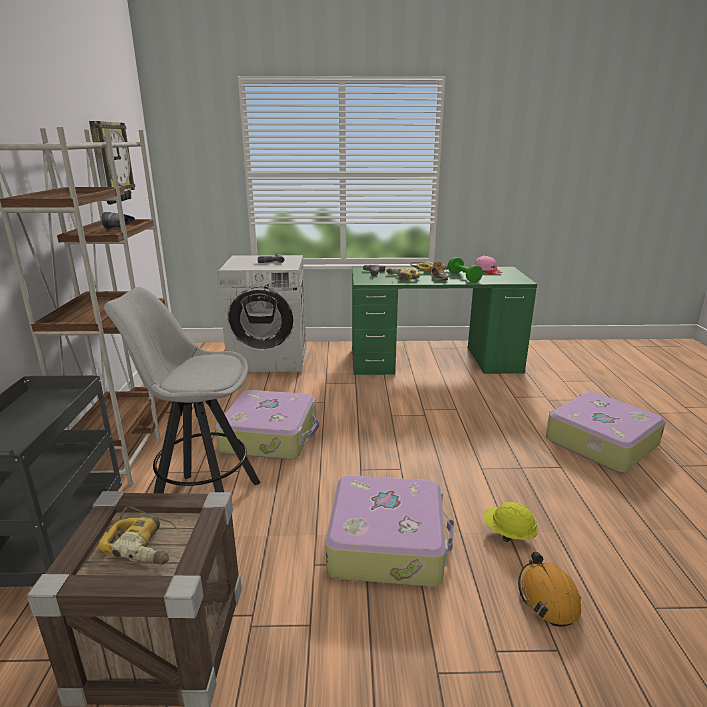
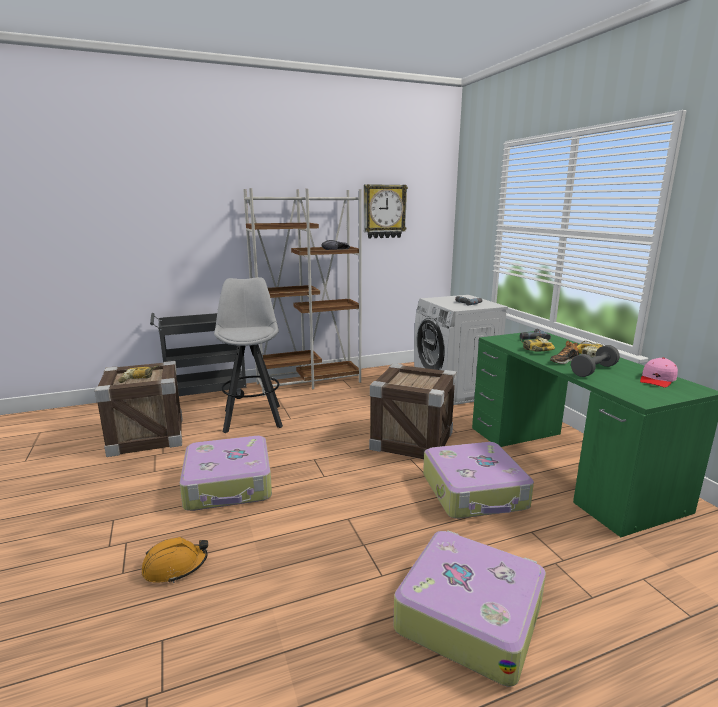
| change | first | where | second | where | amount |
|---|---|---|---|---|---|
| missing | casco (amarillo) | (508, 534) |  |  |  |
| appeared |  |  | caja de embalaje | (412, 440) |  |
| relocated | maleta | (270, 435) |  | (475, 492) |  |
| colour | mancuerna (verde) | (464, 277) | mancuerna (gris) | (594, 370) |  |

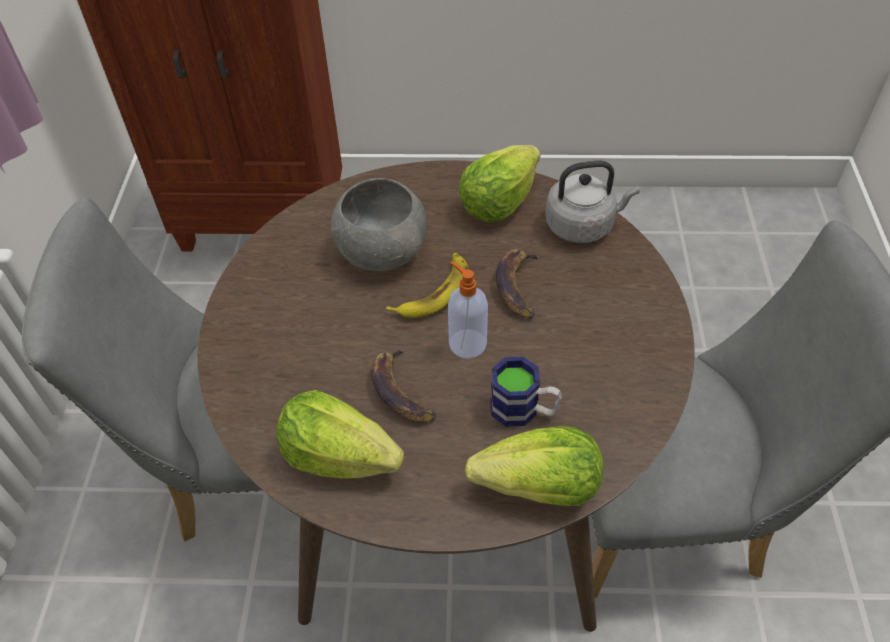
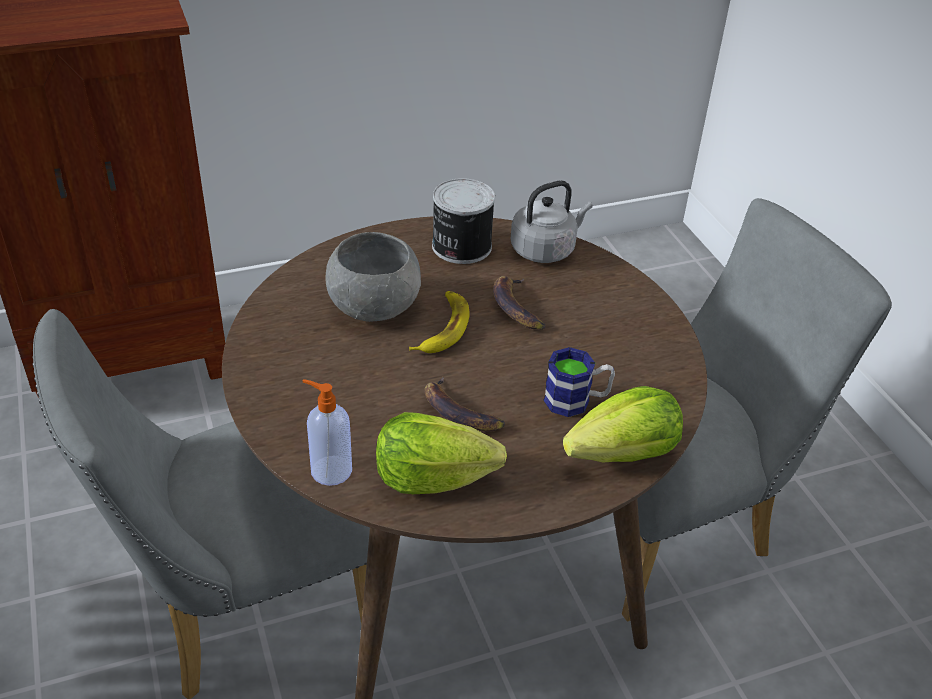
| change | first | where | second | where | amount |
|---|---|---|---|---|---|
| relocated | dispensador de jabón | (466, 343) |  | (330, 470) |  |
| exchanged | lechuga | (498, 203) | lata | (460, 246) |  |

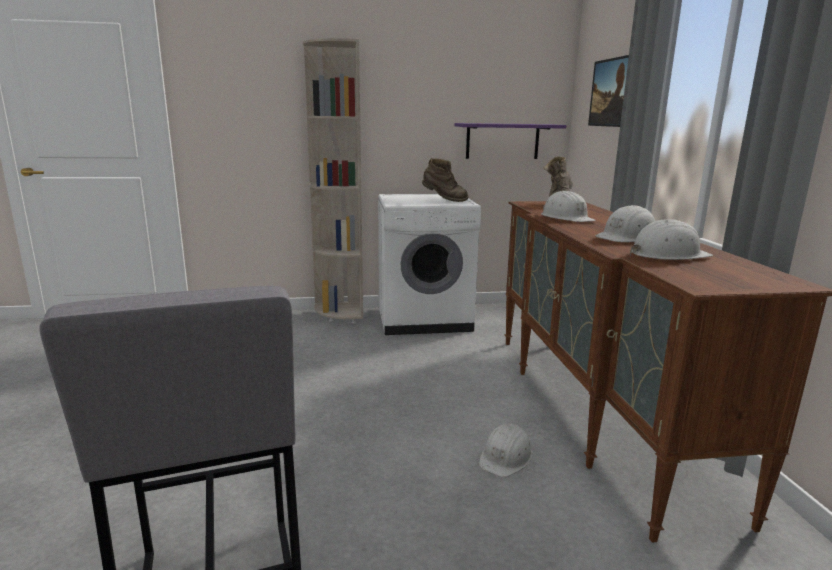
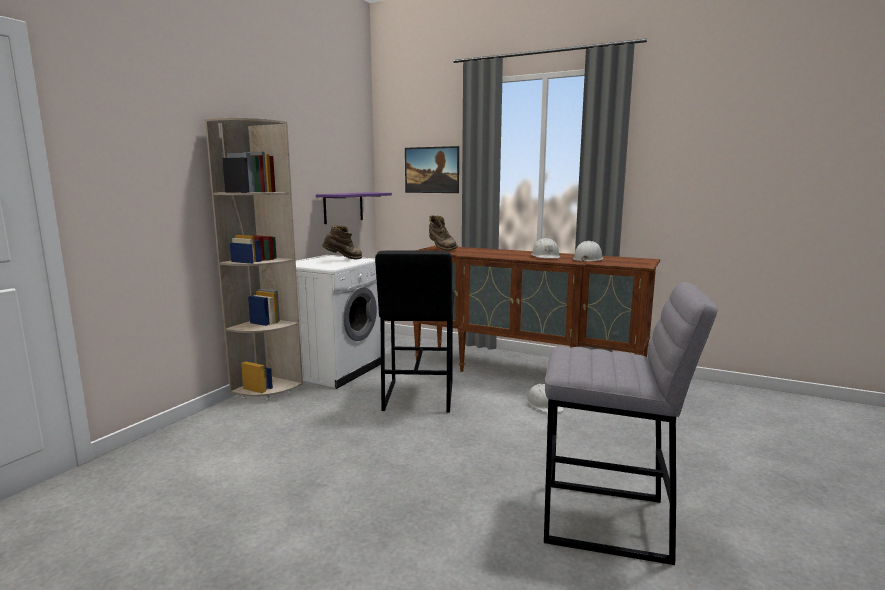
| change | first | where | second | where | amount |
|---|---|---|---|---|---|
| missing | casco (blanco) | (566, 218) |  |  |  |
| appeared |  |  | taburete (negro) | (418, 397) |  |

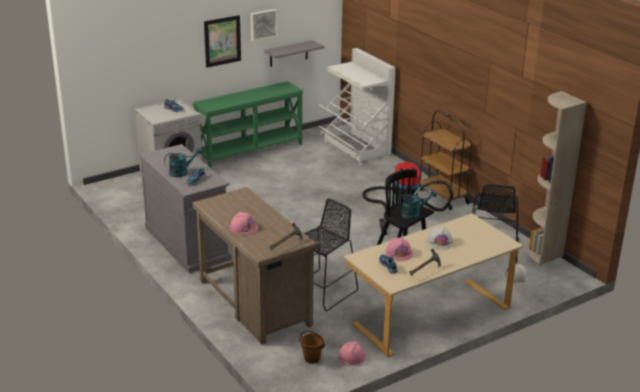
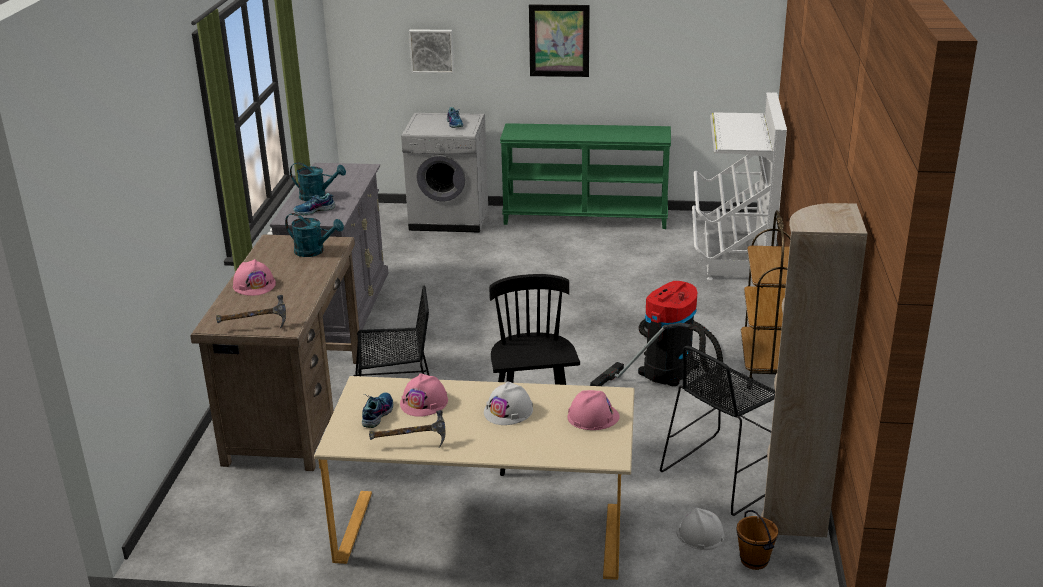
| change | first | where | second | where | amount |
|---|---|---|---|---|---|
| missing | estante (gris) | (288, 53) |  |  |  |
| relocated | cuadro | (263, 24) |  | (432, 50) |  |
| relocated | cubo (marrón) | (311, 359) |  | (753, 561) |  |
| relocated | casco (rosa) | (352, 356) |  | (593, 416) |  |
| relocated | regadera (turquesa) | (414, 214) |  | (314, 251) |  |

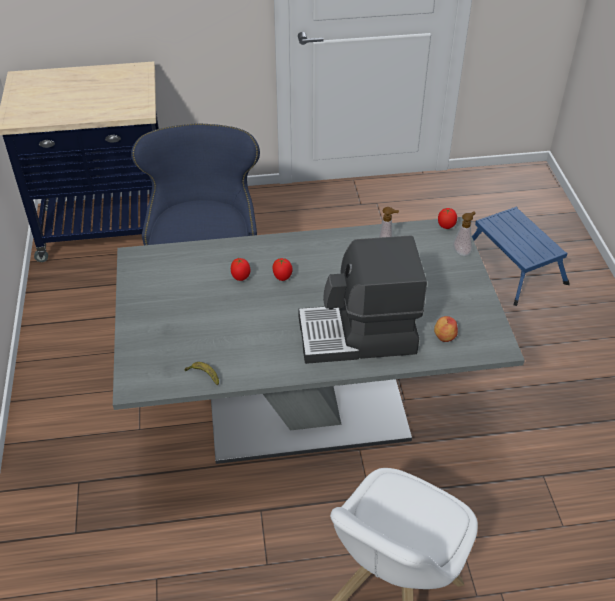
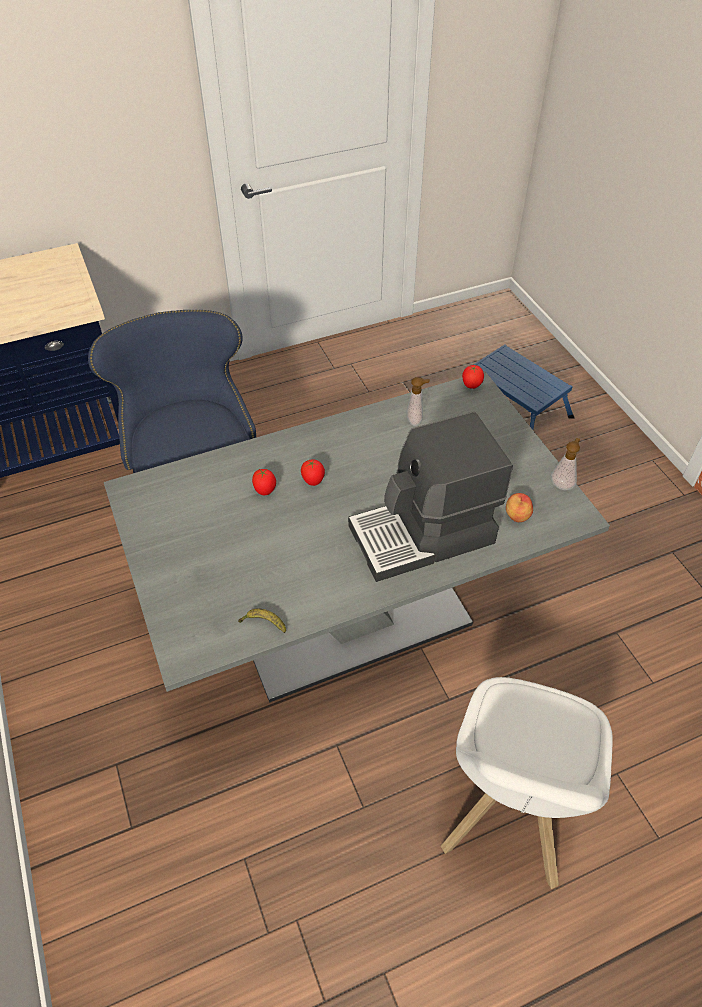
| change | first | where | second | where | amount |
|---|---|---|---|---|---|
| relocated | dispensador de jabón | (462, 252) |  | (562, 484) |  |

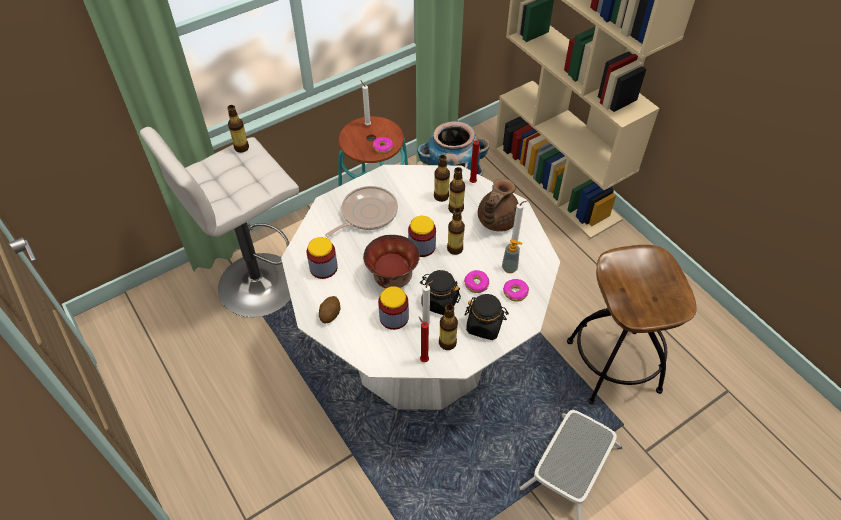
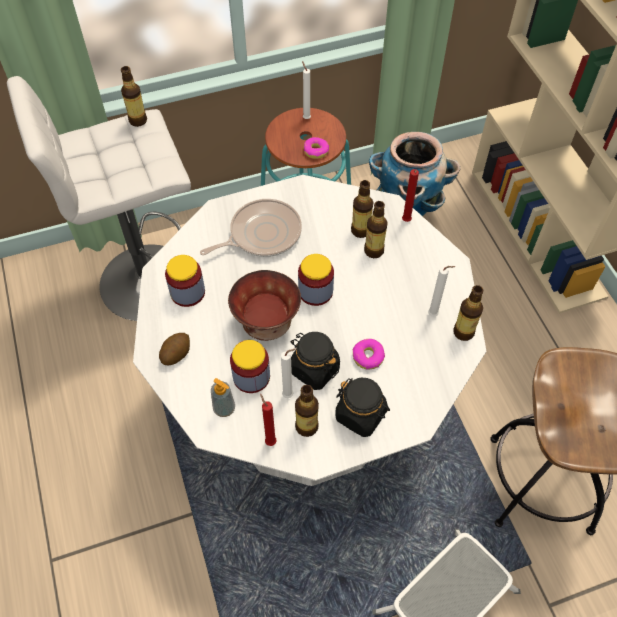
| change | first | where | second | where | amount |
|---|---|---|---|---|---|
| missing | tetera (marrón) | (496, 221) |  |  |  |
| missing | rosquilla | (515, 292) |  |  |  |
| relocated | botella | (455, 249) |  | (463, 332) |  |
| relocated | dispensador de jabón | (509, 268) |  | (224, 408) |  |

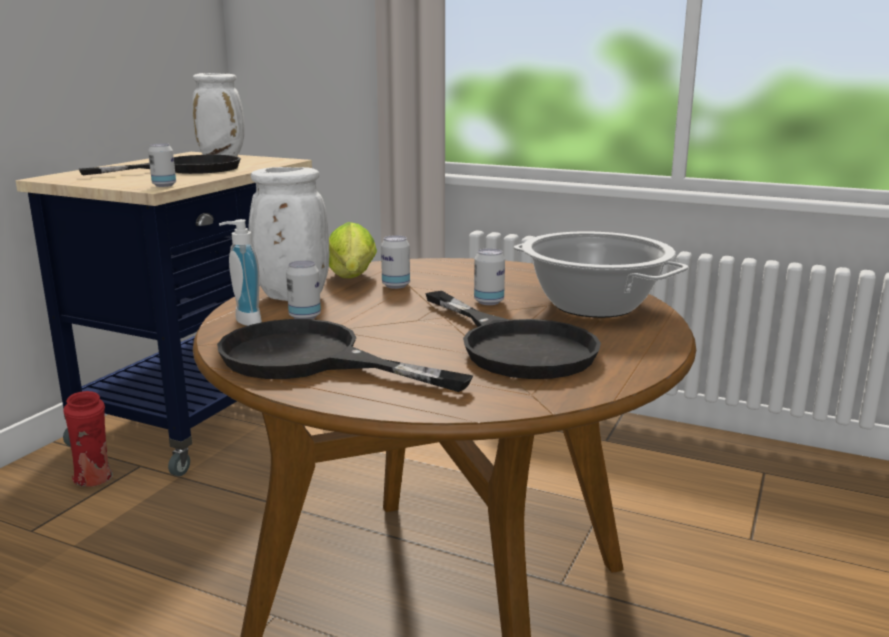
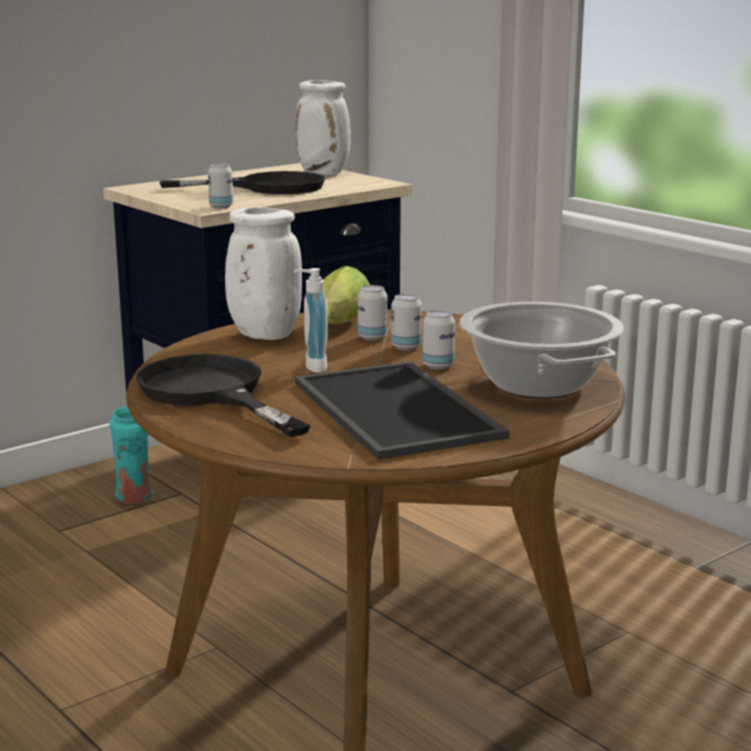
| change | first | where | second | where | amount |
|---|---|---|---|---|---|
| relocated | dispensador de jabón | (243, 322) |  | (311, 367) |  |
| relocated | lata | (305, 317) |  | (406, 347) |  |
| exchanged | sartén (negro) | (515, 346) | bandeja | (400, 410) |  |
| colour | florero (rojo) | (95, 480) | florero (turquesa) | (134, 498) |  |

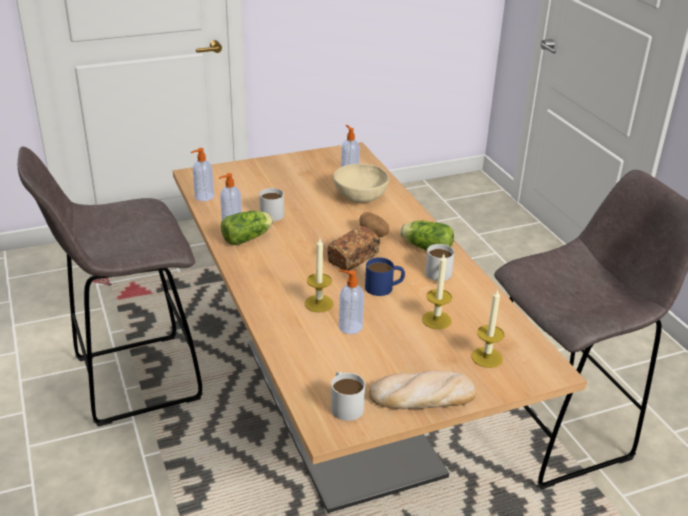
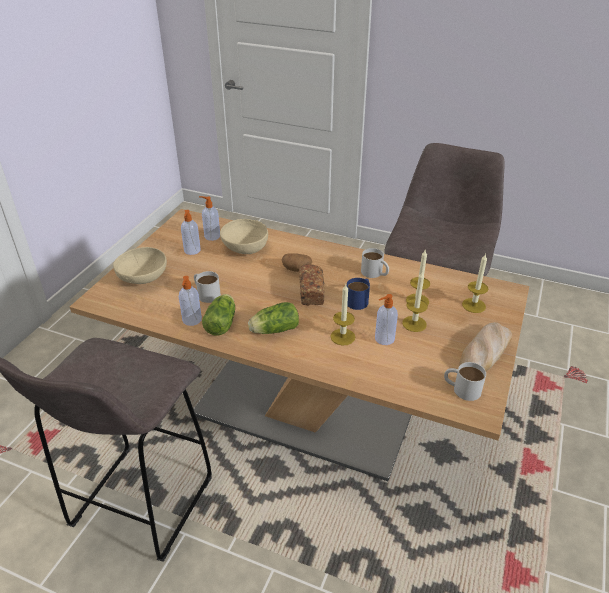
| change | first | where | second | where | amount |
|---|---|---|---|---|---|
| appeared |  |  | cuenco (beis) | (143, 279) |  |
| appeared |  |  | vela | (414, 324) |  |
| relocated | dispensador de jabón | (203, 197) |  | (192, 251) |  |
| relocated | lechuga | (425, 247) |  | (273, 330) |  |

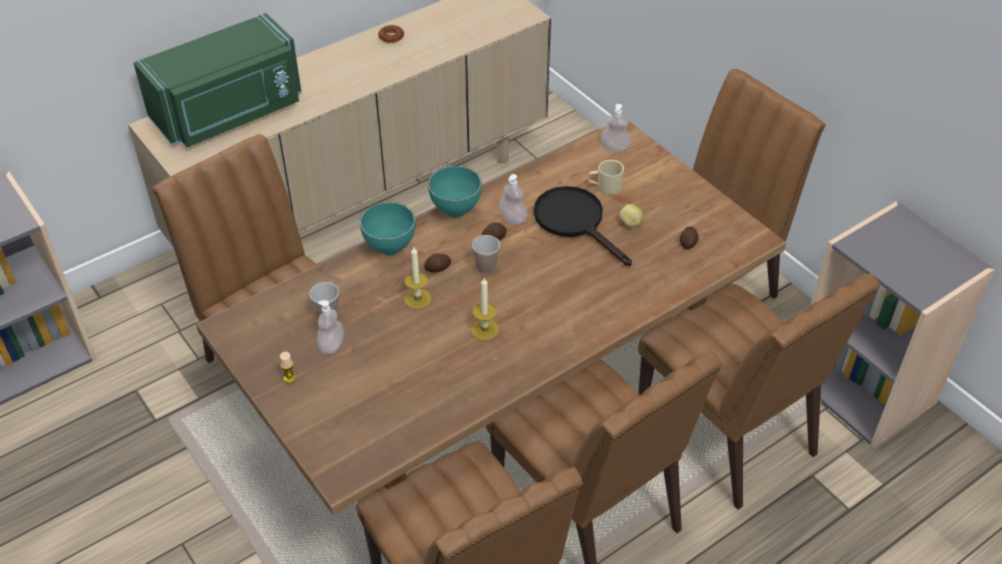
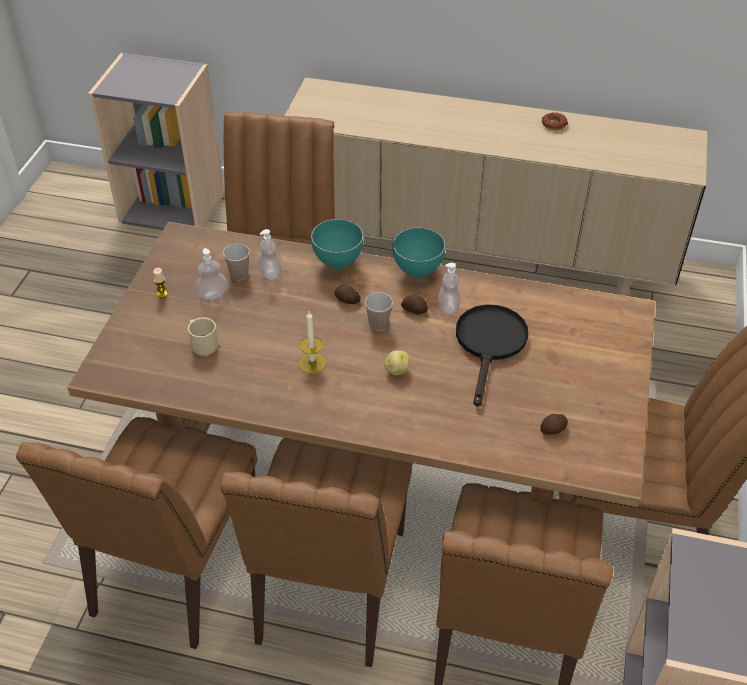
| change | first | where | second | where | amount |
|---|---|---|---|---|---|
| missing | microondas (verde) | (230, 113) |  |  |  |
| missing | vela | (417, 299) |  |  |  |
| relocated | taza grande (beis) | (605, 186) |  | (202, 343) |  |
| relocated | dispensador de jabón | (614, 148) |  | (270, 274) |  |
| relocated | patata | (630, 223) |  | (396, 370) |  |

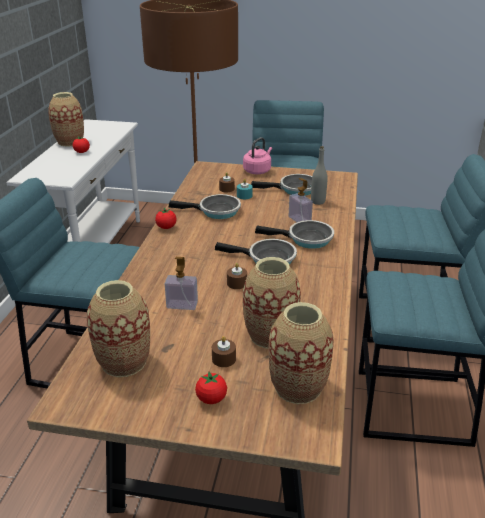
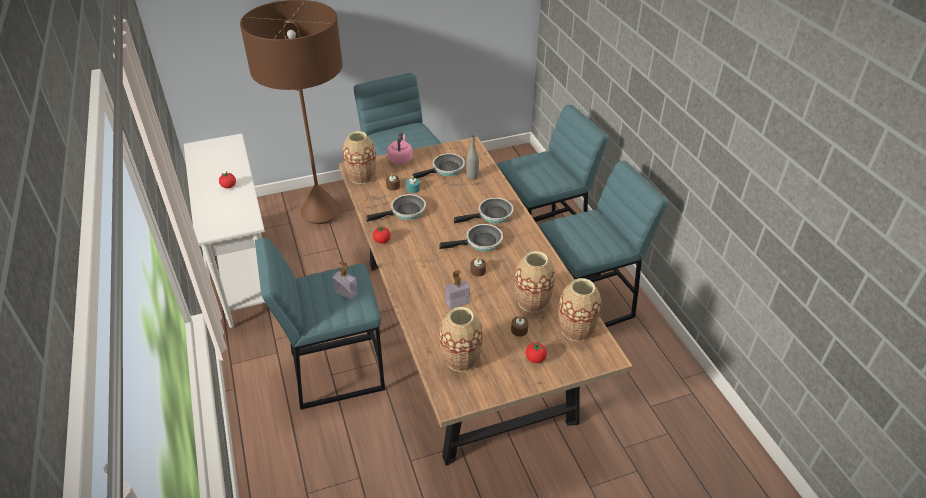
| change | first | where | second | where | amount |
|---|---|---|---|---|---|
| relocated | florero | (70, 142) |  | (361, 176) |  |
| relocated | dispensador de jabón | (299, 220) |  | (346, 293) |  |

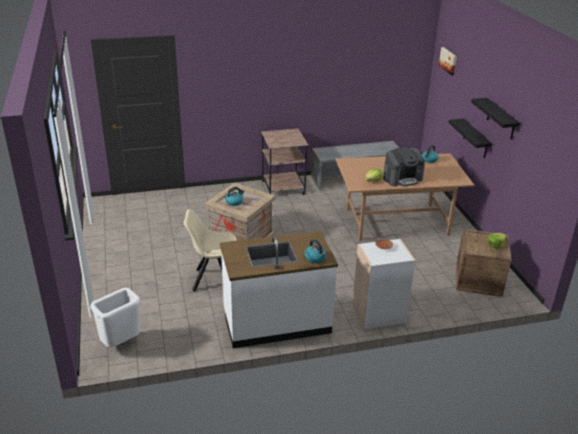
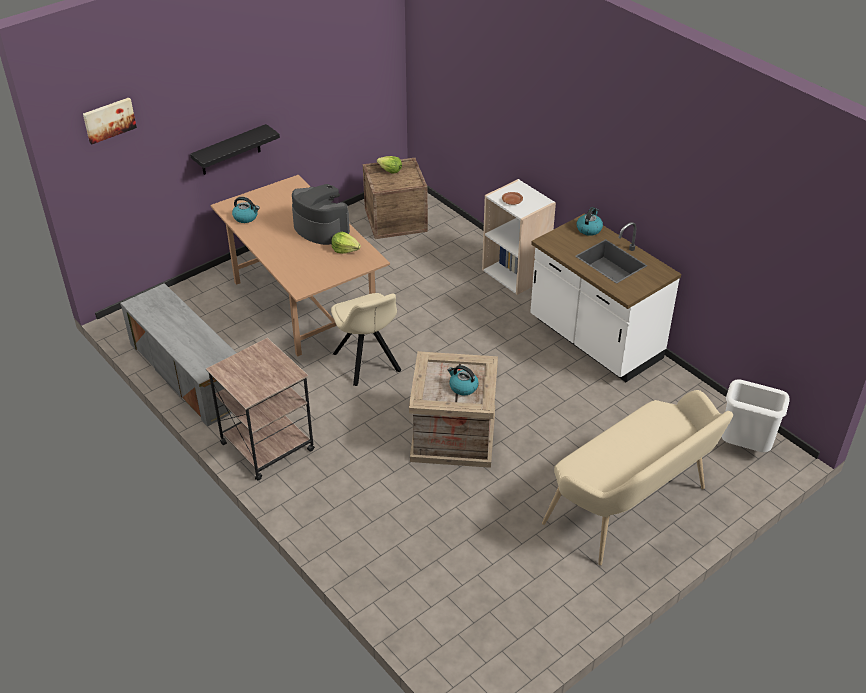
| change | first | where | second | where | amount |
|---|---|---|---|---|---|
| missing | estante (negro) | (501, 119) |  |  |  |
| appeared |  |  | banco (beis) | (632, 509) |  |
| relocated | silla (beis) | (213, 280) |  | (367, 362) |  |

